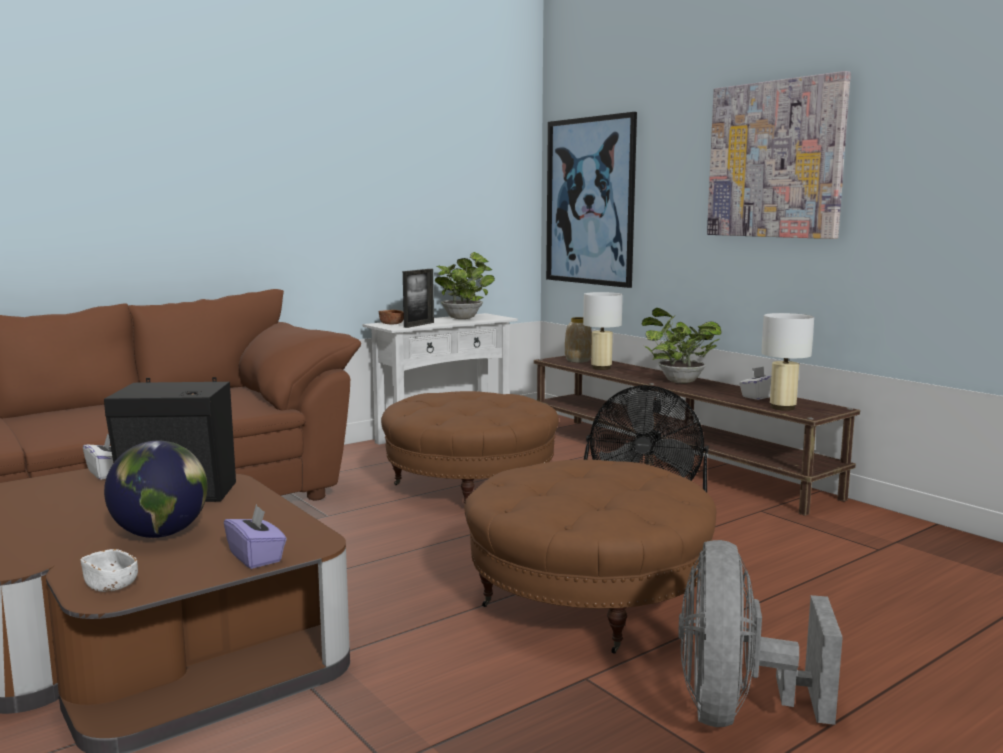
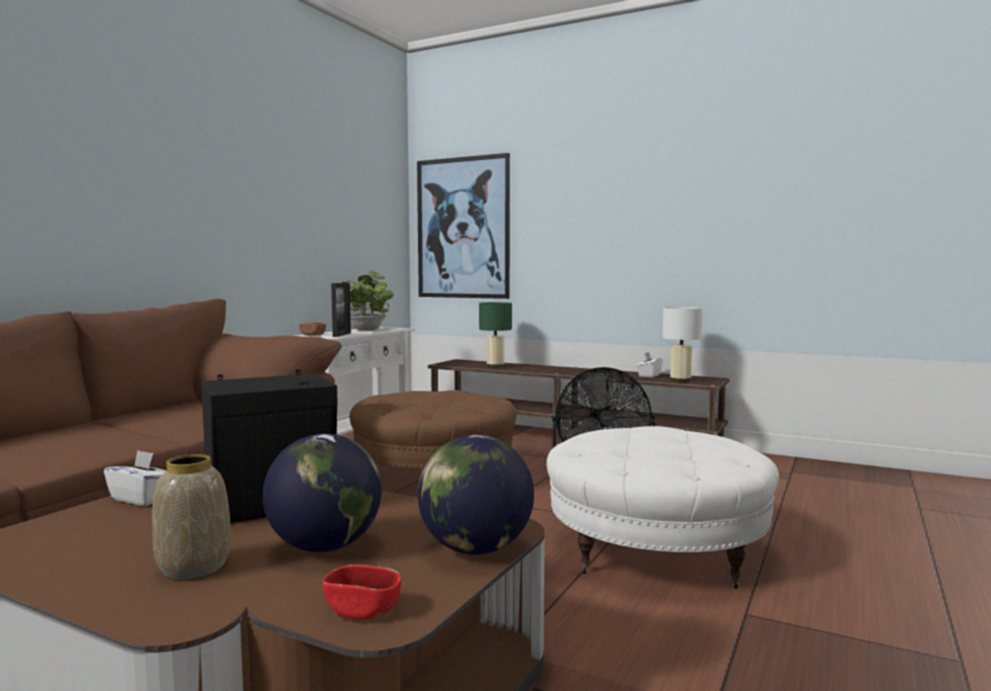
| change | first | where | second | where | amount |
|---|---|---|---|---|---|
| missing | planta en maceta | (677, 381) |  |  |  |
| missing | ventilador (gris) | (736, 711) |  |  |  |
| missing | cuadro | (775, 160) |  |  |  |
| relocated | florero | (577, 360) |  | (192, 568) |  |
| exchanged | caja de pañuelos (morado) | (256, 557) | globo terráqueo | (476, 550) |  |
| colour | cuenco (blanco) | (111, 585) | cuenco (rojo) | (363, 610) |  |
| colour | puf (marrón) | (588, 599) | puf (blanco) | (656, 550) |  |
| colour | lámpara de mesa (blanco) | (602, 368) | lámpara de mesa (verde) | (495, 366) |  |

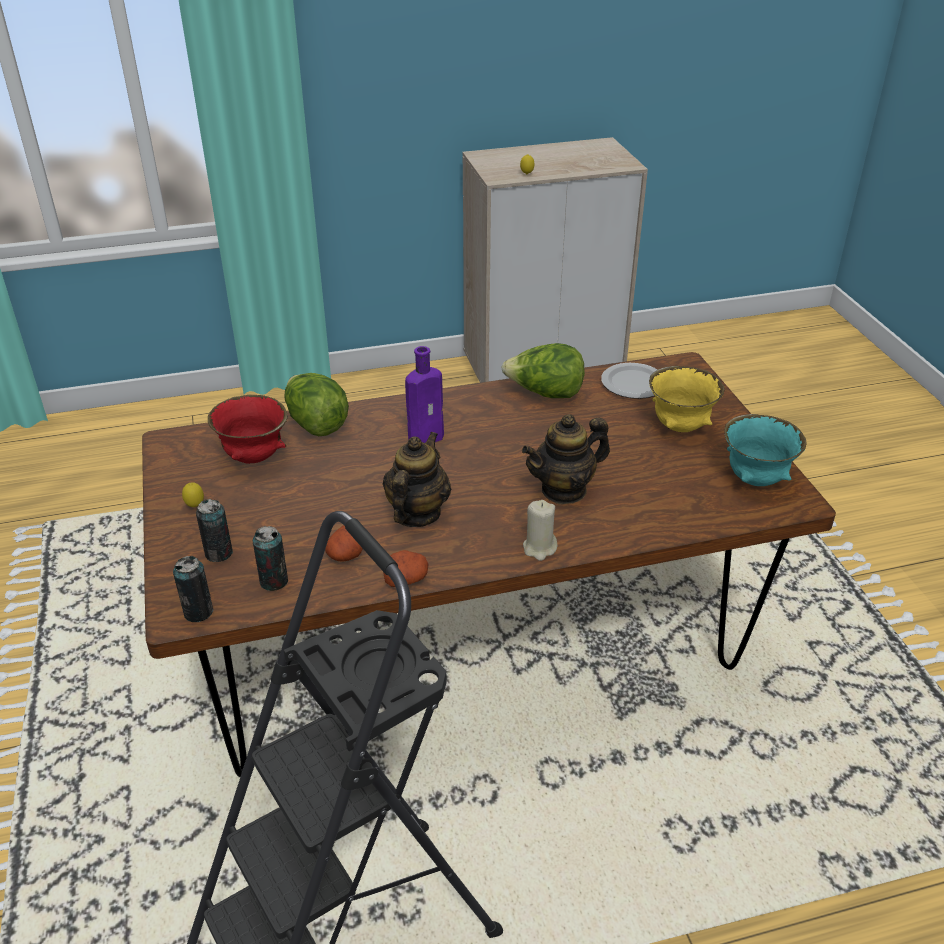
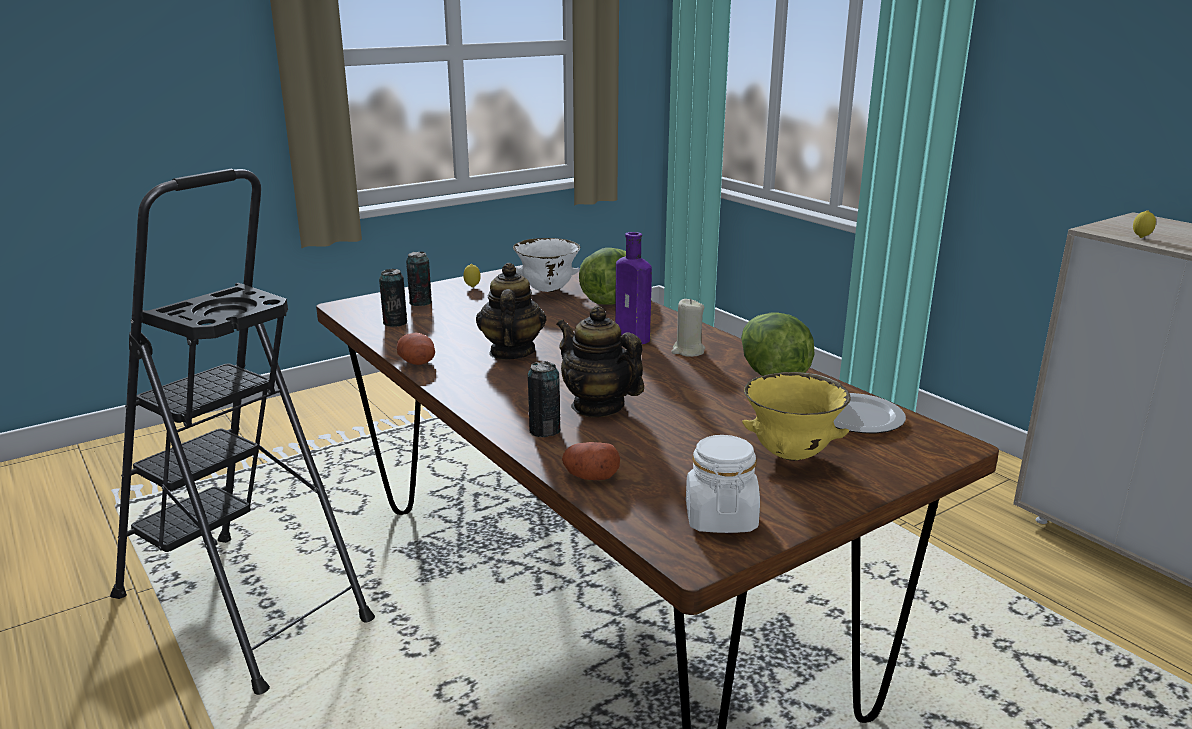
| change | first | where | second | where | amount |
|---|---|---|---|---|---|
| relocated | lata | (198, 612) |  | (545, 431) |  |
| relocated | patata | (346, 554) |  | (590, 476) |  |
| relocated | vela (beis) | (539, 548) |  | (688, 351) |  |
| exchanged | cuenco (turquesa) | (755, 479) | tarro (blanco) | (720, 518) |  |
| colour | cuenco (rojo) | (254, 458) | cuenco (blanco) | (547, 291) |  |
| spun | tetera | (416, 514) |  | (511, 352) | 90 degrees counterclockwise |

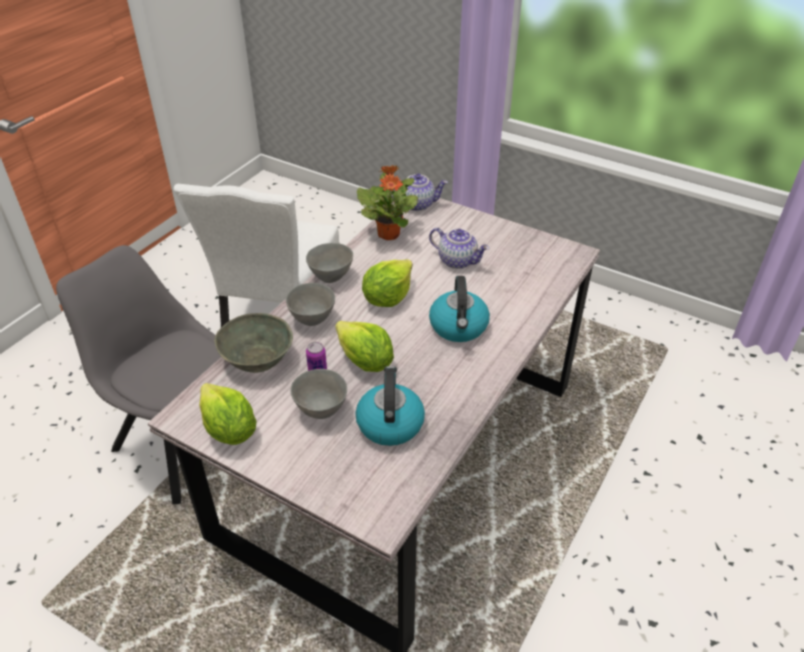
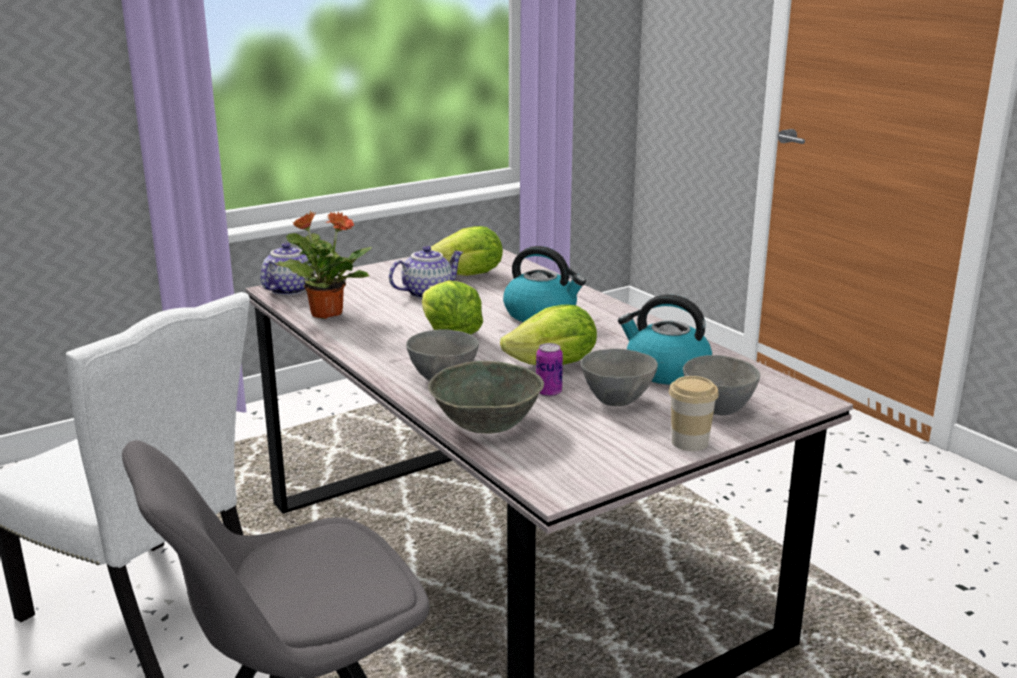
| change | first | where | second | where | amount |
|---|---|---|---|---|---|
| appeared |  |  | taza | (689, 442) |  |
| relocated | lechuga | (229, 430) |  | (468, 275) |  |
| relocated | cuenco (gris) | (331, 277) |  | (717, 409) |  |

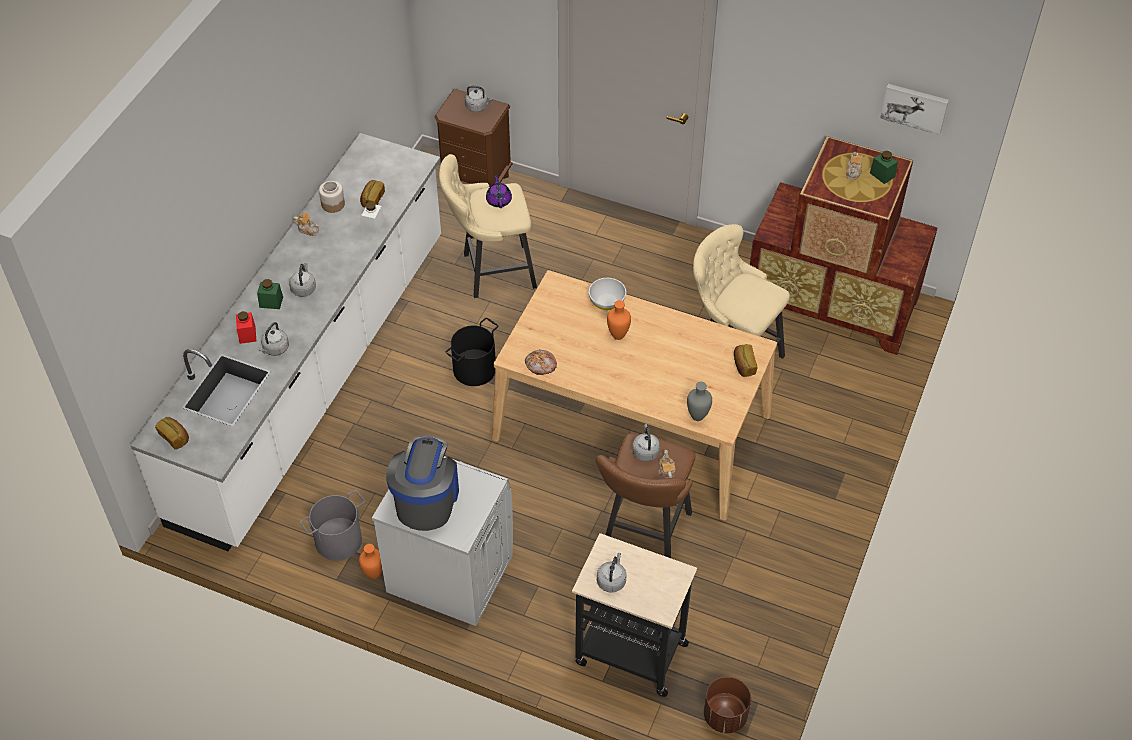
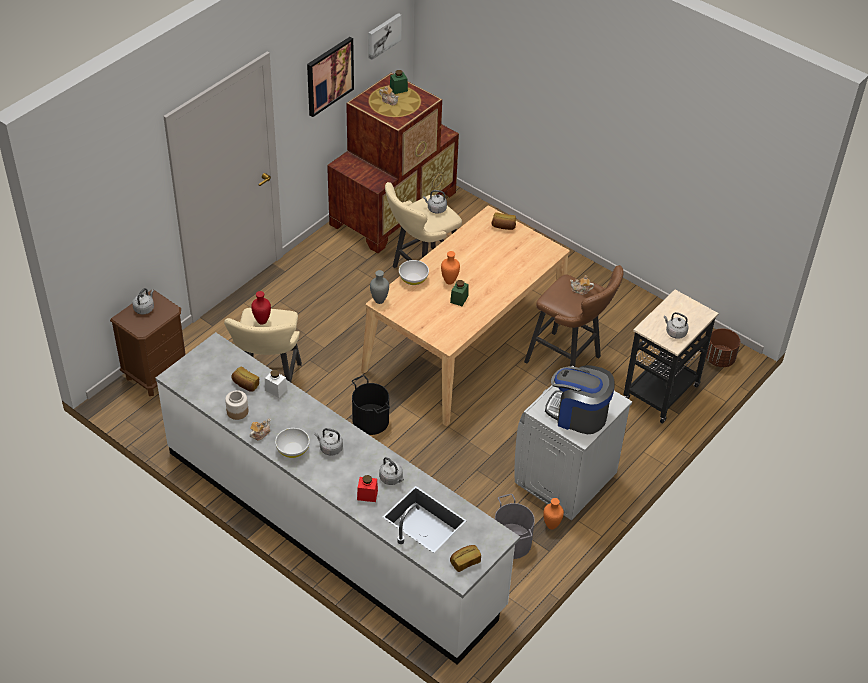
| change | first | where | second | where | amount |
|---|---|---|---|---|---|
| missing | pan | (541, 365) |  |  |  |
| appeared |  |  | cuenco (blanco) | (292, 450) |  |
| appeared |  |  | cuadro | (329, 76) |  |
| relocated | tarro (verde) | (271, 302) |  | (459, 299) |  |
| relocated | hervidor (gris) | (645, 451) |  | (435, 209) |  |
| relocated | florero (gris) | (698, 417) |  | (380, 301) |  |
| exchanged | tetera (morado) | (499, 200) | florero (rojo) | (261, 321) |  |

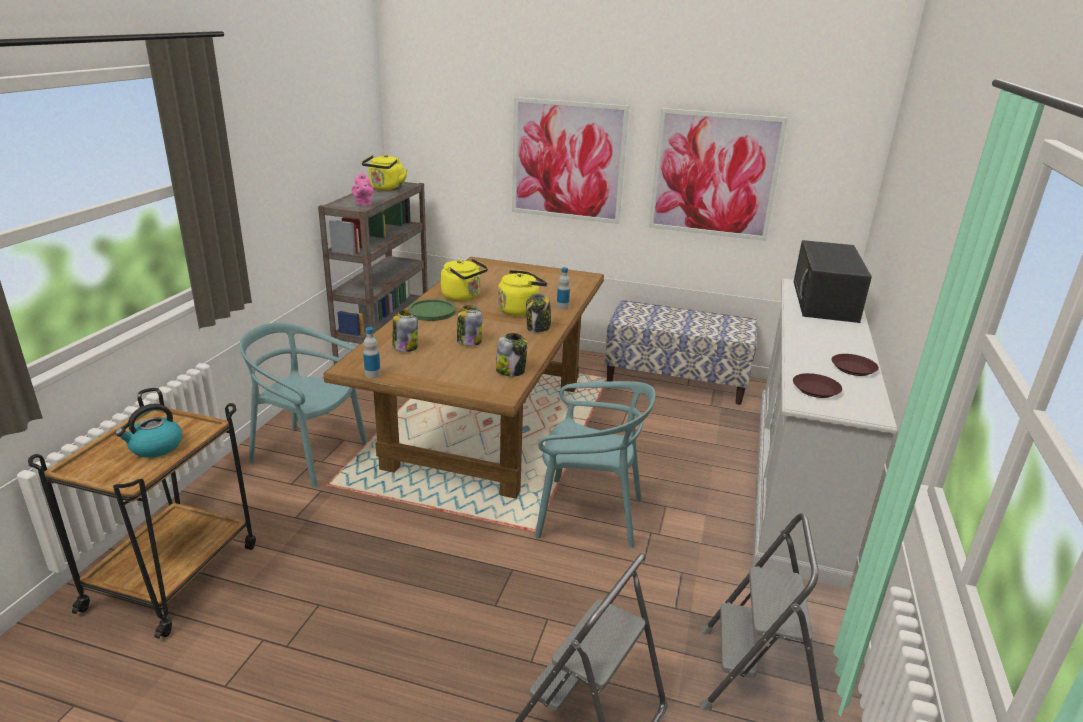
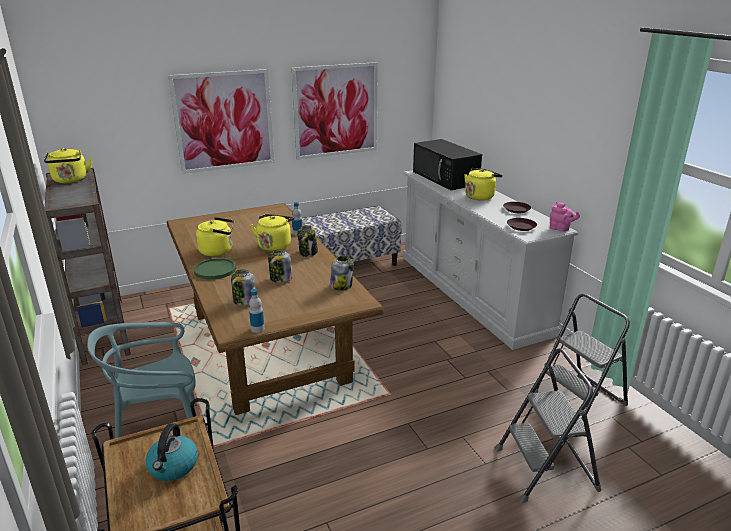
| change | first | where | second | where | amount |
|---|---|---|---|---|---|
| missing | silla (turquesa) | (588, 514) |  |  |  |
| appeared |  |  | hervidor (amarillo) | (480, 196) |  |
| relocated | tetera (rosa) | (363, 204) |  | (561, 229) |  |

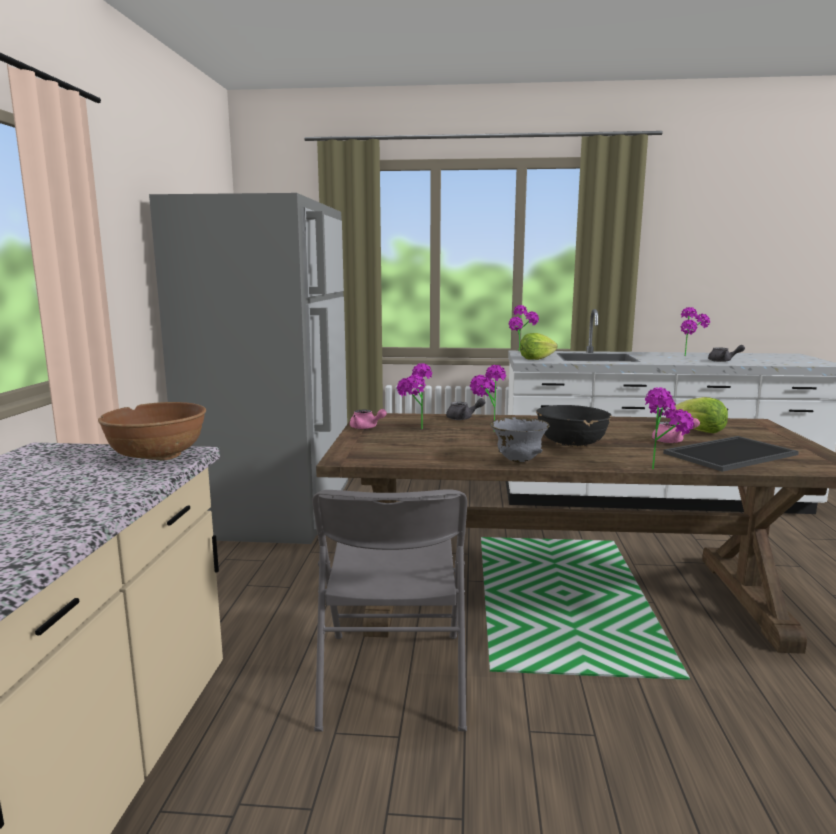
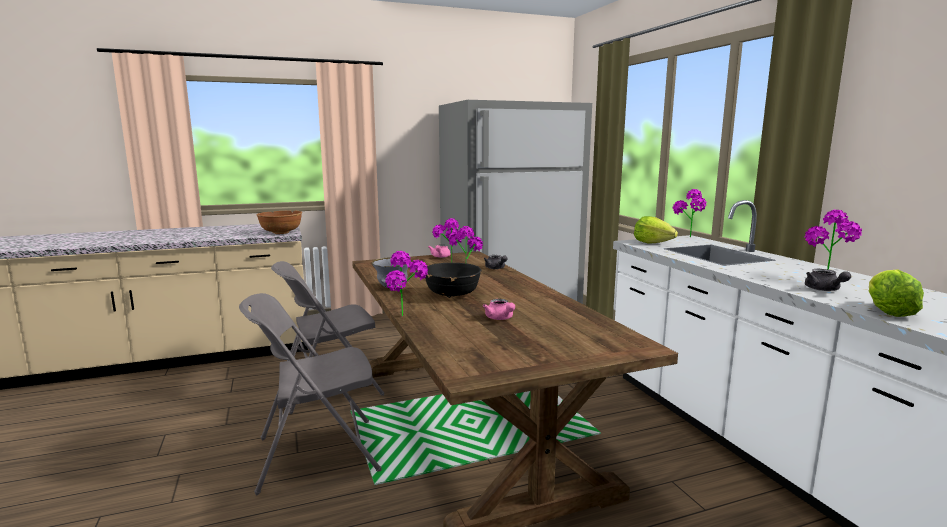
| change | first | where | second | where | amount |
|---|---|---|---|---|---|
| missing | bandeja | (731, 454) |  |  |  |
| appeared |  |  | silla (gris) | (318, 454) |  |
| relocated | lechuga | (698, 431) |  | (887, 311) |  |

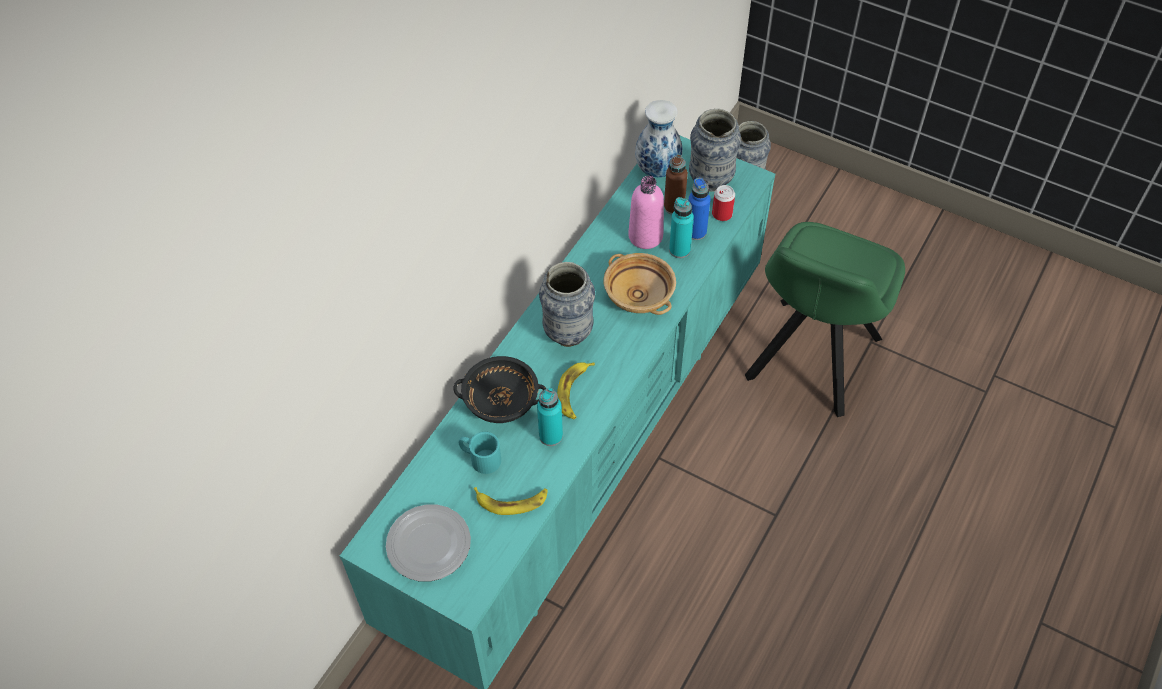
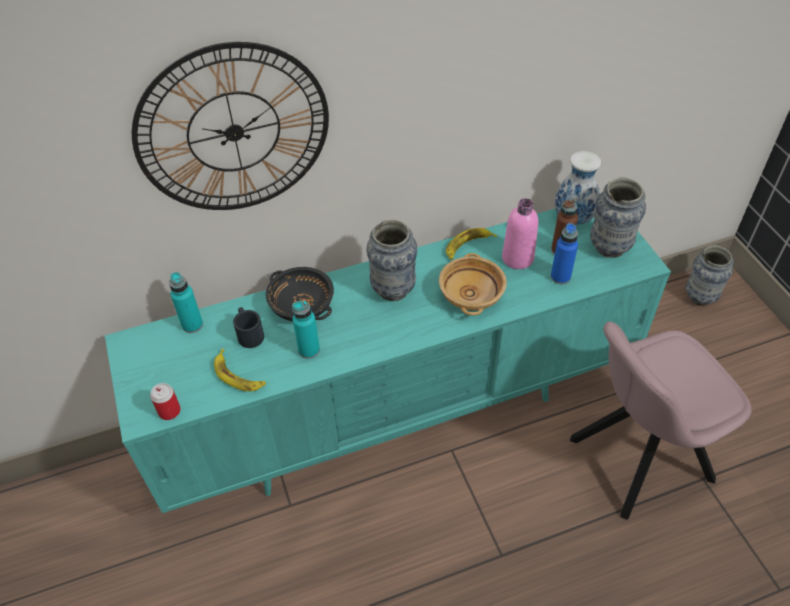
| change | first | where | second | where | amount |
|---|---|---|---|---|---|
| missing | plato | (427, 544) |  |  |  |
| appeared |  |  | reloj de pared | (234, 132) |  |
| relocated | plátano | (574, 392) |  | (467, 246) |  |
| relocated | botella (turquesa) | (679, 250) |  | (192, 325) |  |
| relocated | lata | (722, 214) |  | (169, 411) |  |
| colour | taza grande (turquesa) | (480, 458) | taza grande (negro) | (249, 333) |  |
| colour | silla (verde) | (811, 358) | silla (rosa) | (638, 458) |  |

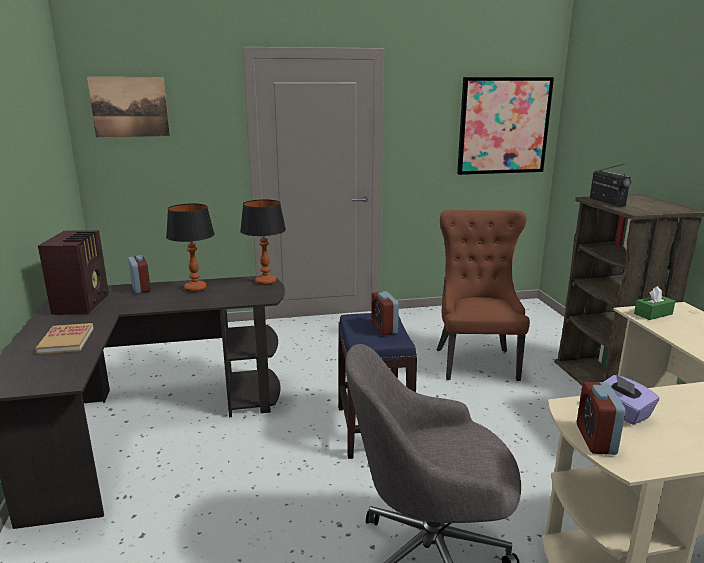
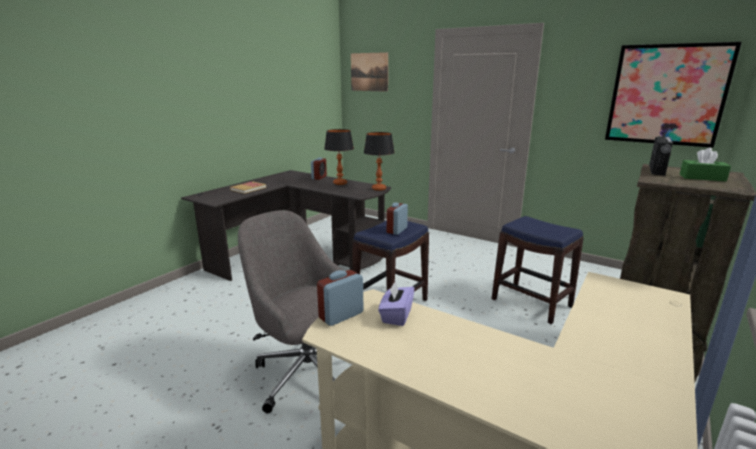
| change | first | where | second | where | amount |
|---|---|---|---|---|---|
| missing | radio | (83, 304) |  |  |  |
| relocated | caja de pañuelos (verde) | (653, 314) |  | (702, 178) |  |
| exchanged | silla (marrón) | (476, 363) | taburete | (531, 303) |  |

